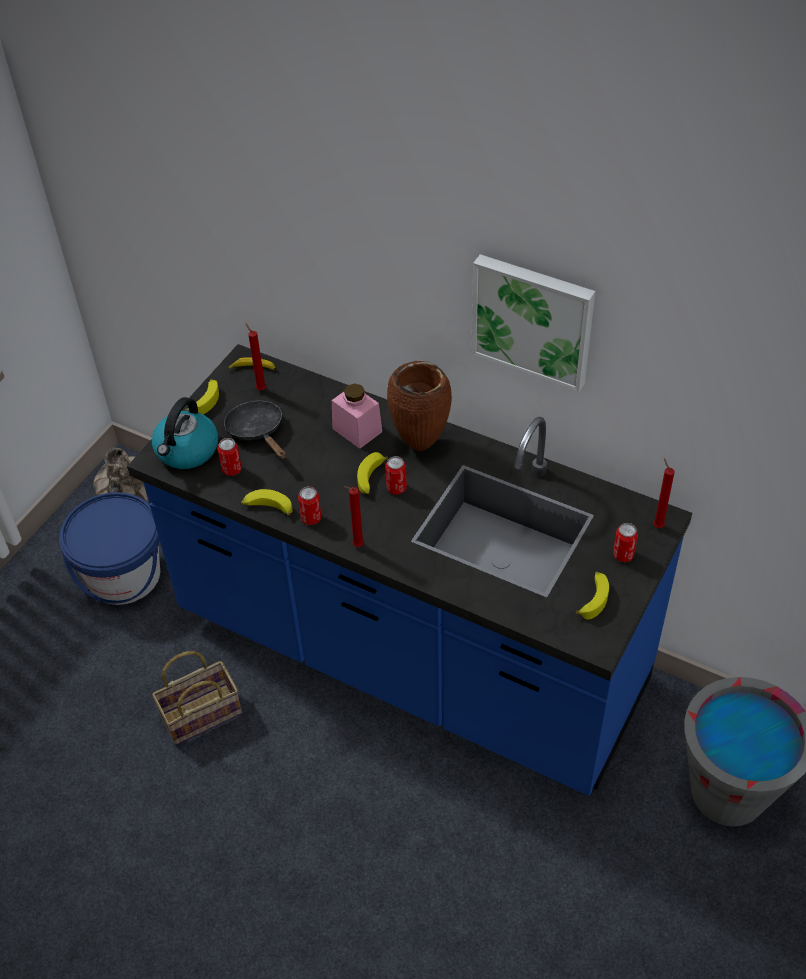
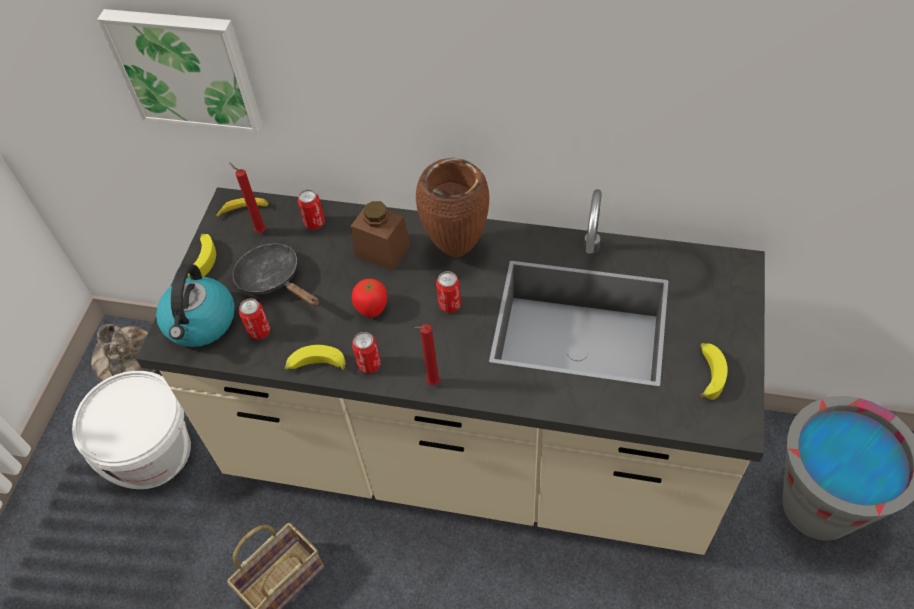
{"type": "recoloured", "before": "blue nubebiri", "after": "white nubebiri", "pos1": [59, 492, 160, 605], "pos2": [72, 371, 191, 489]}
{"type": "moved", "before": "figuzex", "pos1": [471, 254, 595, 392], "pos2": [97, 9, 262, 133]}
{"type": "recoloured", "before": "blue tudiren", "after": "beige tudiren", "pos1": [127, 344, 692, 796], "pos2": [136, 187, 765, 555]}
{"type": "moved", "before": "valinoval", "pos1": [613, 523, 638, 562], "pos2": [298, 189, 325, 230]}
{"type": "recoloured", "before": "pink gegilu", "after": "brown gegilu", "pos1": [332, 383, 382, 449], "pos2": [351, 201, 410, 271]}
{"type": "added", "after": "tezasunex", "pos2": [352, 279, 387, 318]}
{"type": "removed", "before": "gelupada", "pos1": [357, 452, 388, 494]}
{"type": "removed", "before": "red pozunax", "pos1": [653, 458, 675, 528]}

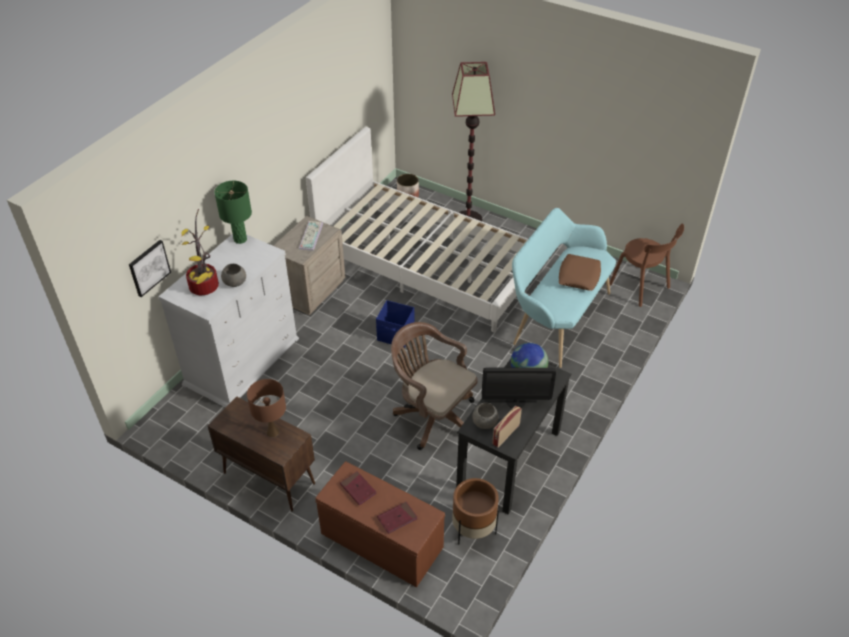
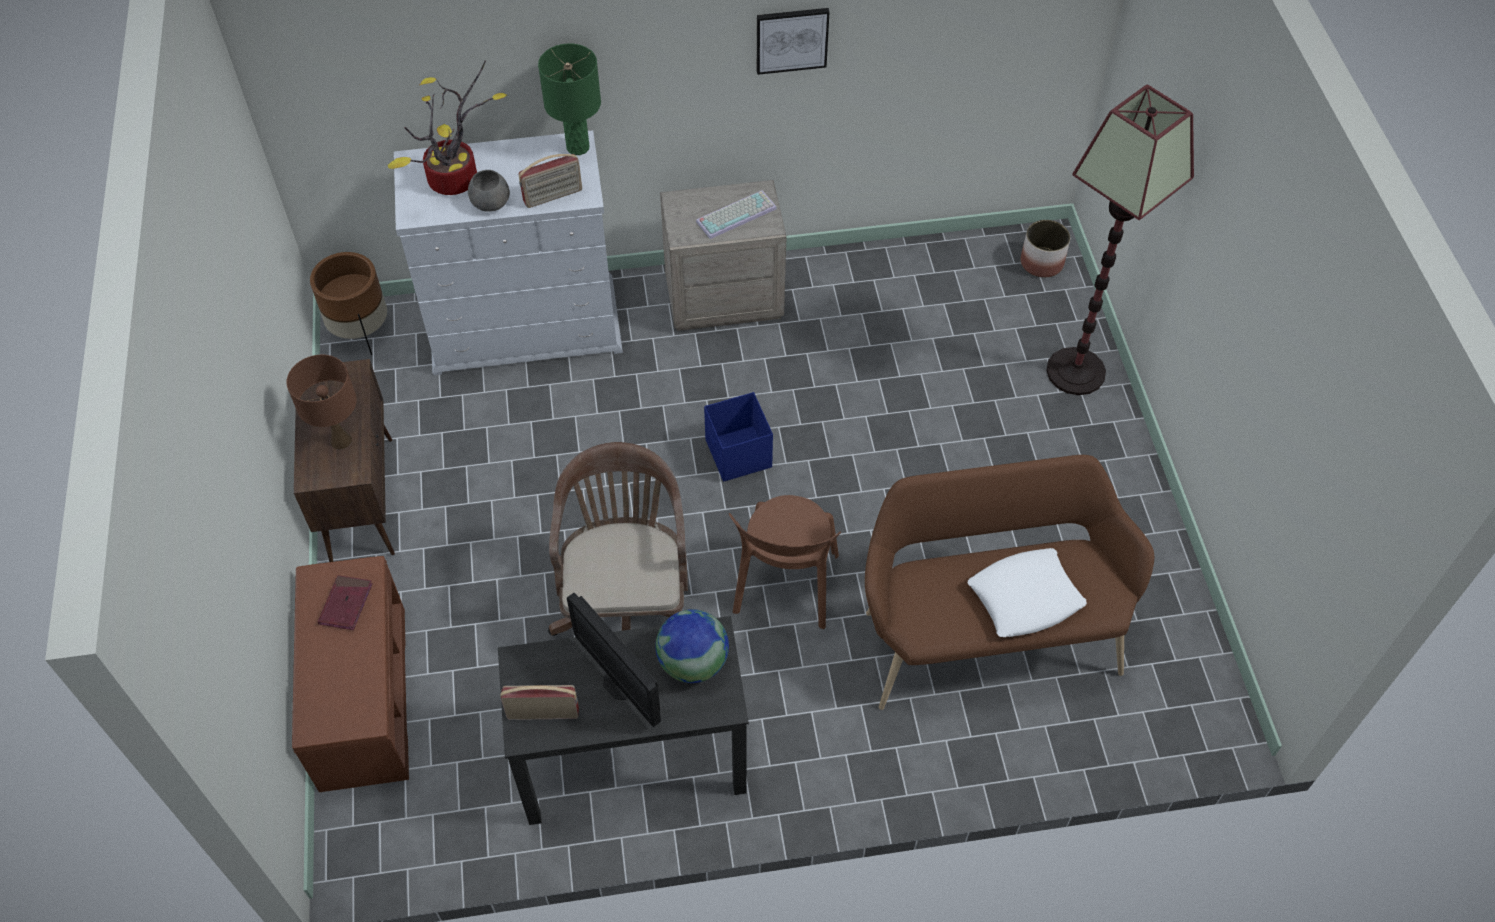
{"type": "moved", "before": "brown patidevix", "pos1": [452, 478, 499, 545], "pos2": [310, 252, 387, 355]}
{"type": "added", "after": "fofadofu", "pos2": [518, 154, 582, 208]}
{"type": "moved", "before": "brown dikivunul", "pos1": [609, 224, 684, 307], "pos2": [729, 495, 841, 629]}
{"type": "moved", "before": "figuzex", "pos1": [129, 240, 171, 297], "pos2": [757, 8, 830, 75]}
{"type": "recoloured", "before": "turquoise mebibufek", "after": "brown mebibufek", "pos1": [512, 208, 616, 368], "pos2": [865, 455, 1155, 710]}
{"type": "recoloured", "before": "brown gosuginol", "after": "white gosuginol", "pos1": [559, 254, 601, 291], "pos2": [968, 548, 1087, 637]}
{"type": "removed", "before": "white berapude", "pos1": [306, 127, 541, 332]}
{"type": "removed", "before": "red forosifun", "pos1": [377, 502, 418, 534]}
{"type": "removed", "before": "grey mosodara", "pos1": [472, 403, 498, 429]}

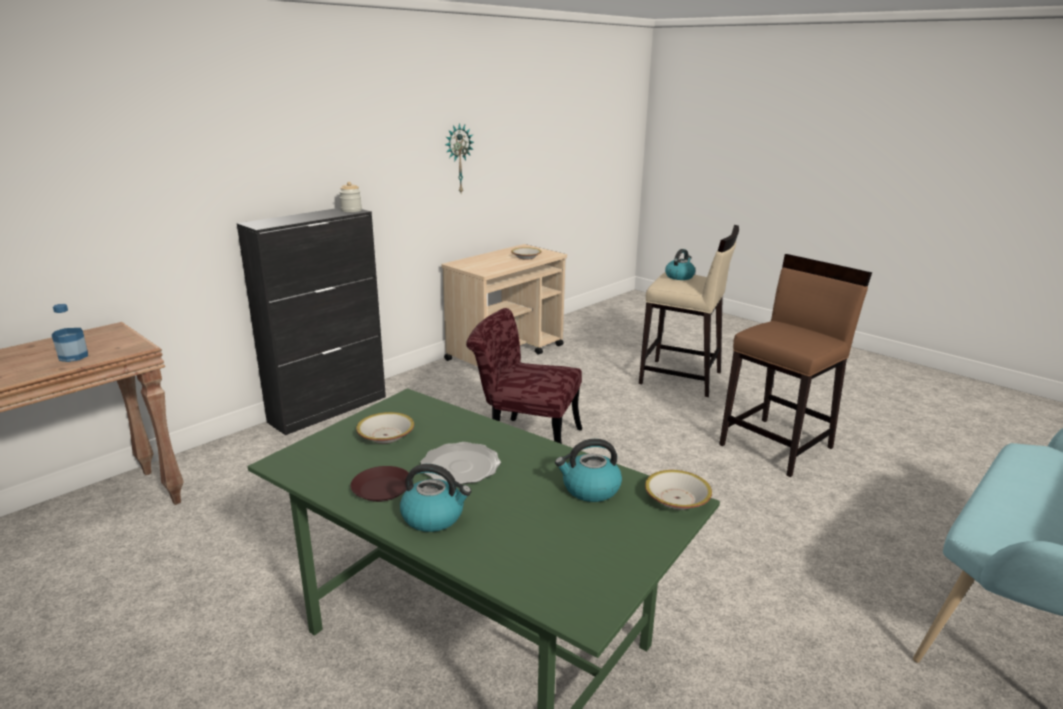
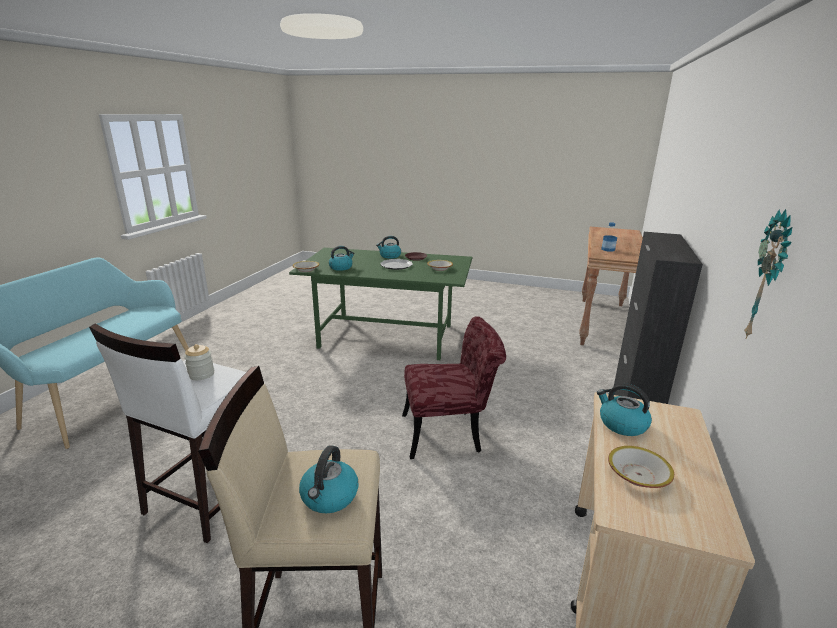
{"type": "recoloured", "before": "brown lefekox", "after": "white lefekox", "pos1": [719, 254, 872, 477], "pos2": [89, 323, 246, 543]}
{"type": "moved", "before": "gegilu", "pos1": [339, 182, 362, 212], "pos2": [184, 344, 214, 380]}
{"type": "added", "after": "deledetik", "pos2": [597, 383, 652, 436]}

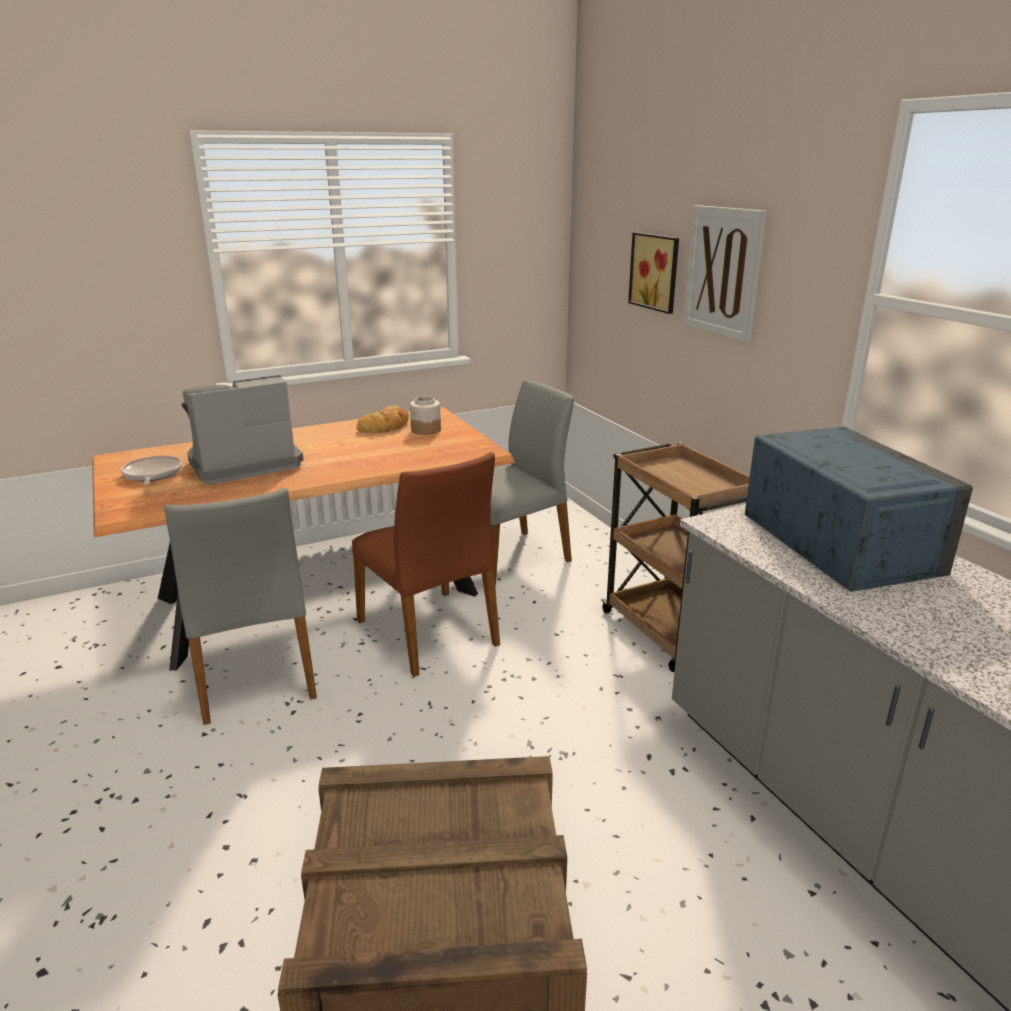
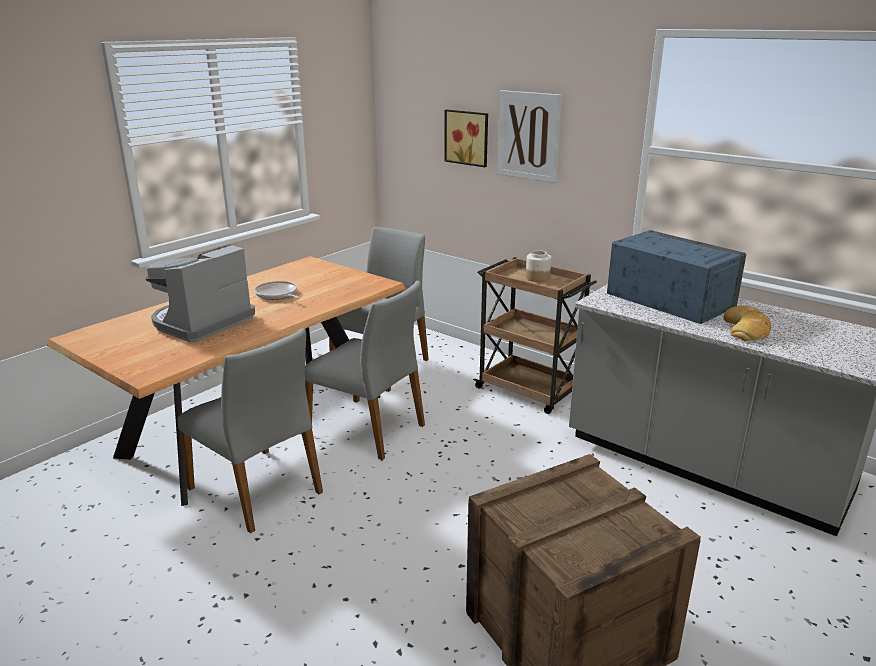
{"type": "moved", "before": "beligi", "pos1": [121, 456, 182, 485], "pos2": [254, 281, 300, 300]}
{"type": "recoloured", "before": "brown dikivunul", "after": "grey dikivunul", "pos1": [352, 452, 500, 677], "pos2": [305, 281, 425, 460]}
{"type": "moved", "before": "gegilu", "pos1": [410, 396, 441, 435], "pos2": [526, 250, 551, 282]}
{"type": "moved", "before": "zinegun", "pos1": [356, 405, 409, 433], "pos2": [724, 306, 771, 341]}

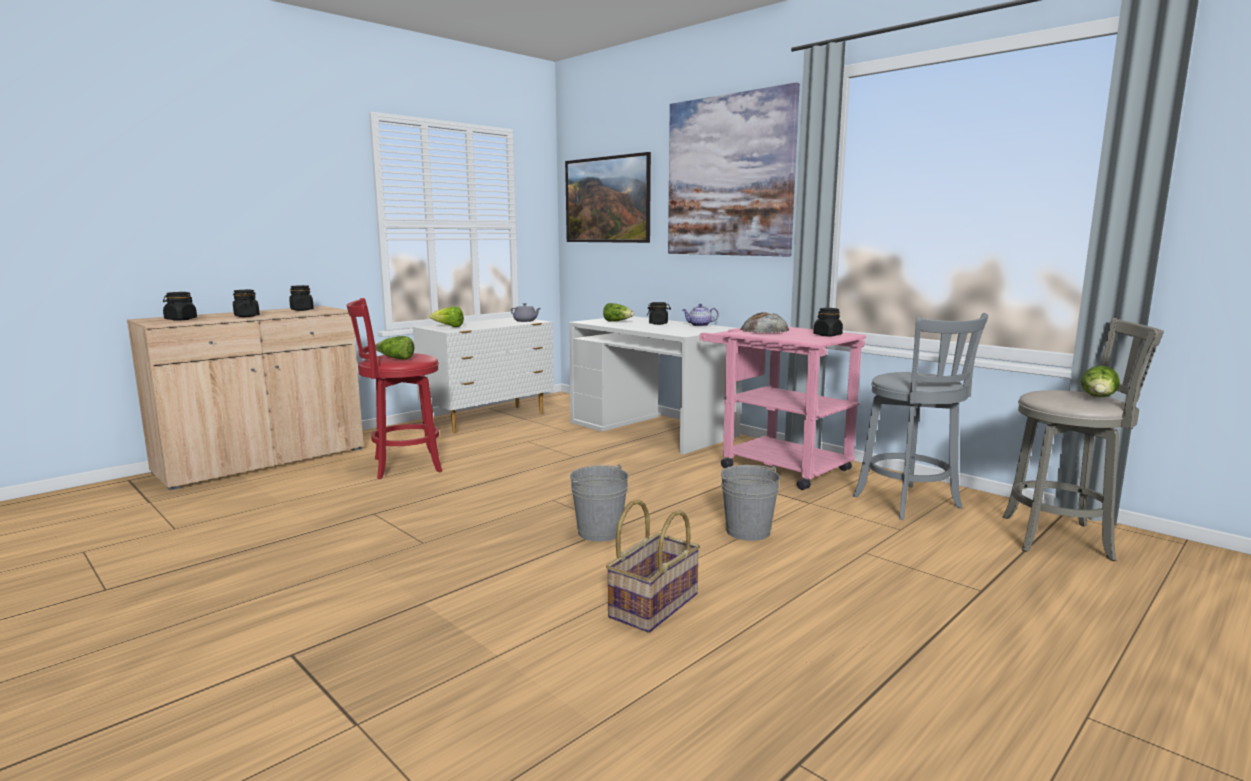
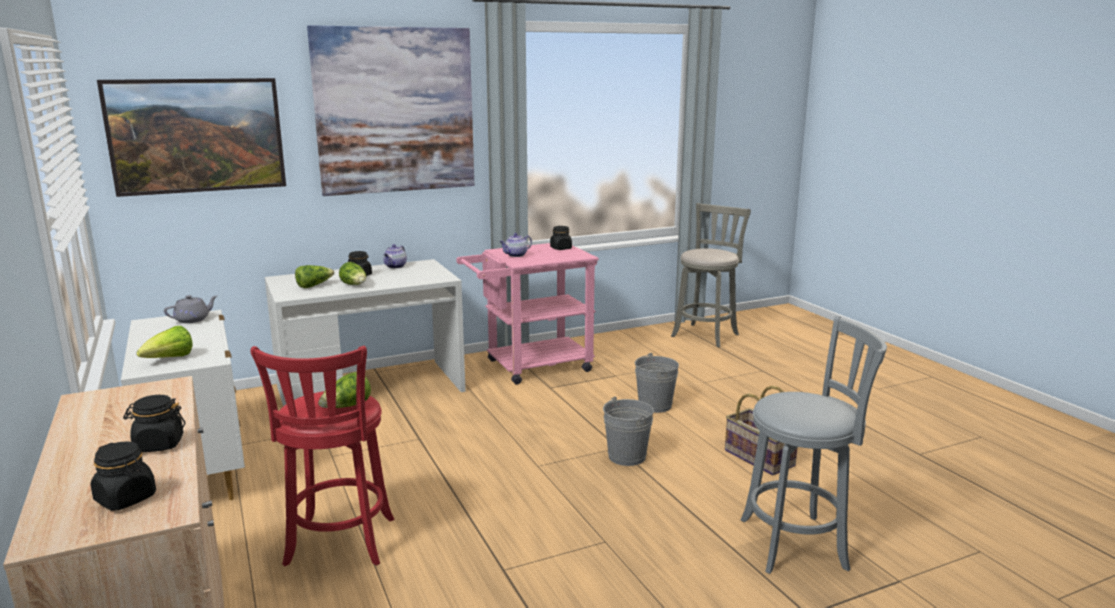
{"type": "moved", "before": "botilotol", "pos1": [1081, 366, 1120, 397], "pos2": [339, 262, 366, 285]}
{"type": "replaced", "before": "zinegun", "after": "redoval", "pos1": [740, 312, 789, 333], "pos2": [500, 233, 532, 257]}
{"type": "moved", "before": "grey lefekox", "pos1": [853, 313, 988, 520], "pos2": [740, 316, 887, 574]}
{"type": "removed", "before": "black gegilu", "pos1": [289, 285, 314, 311]}

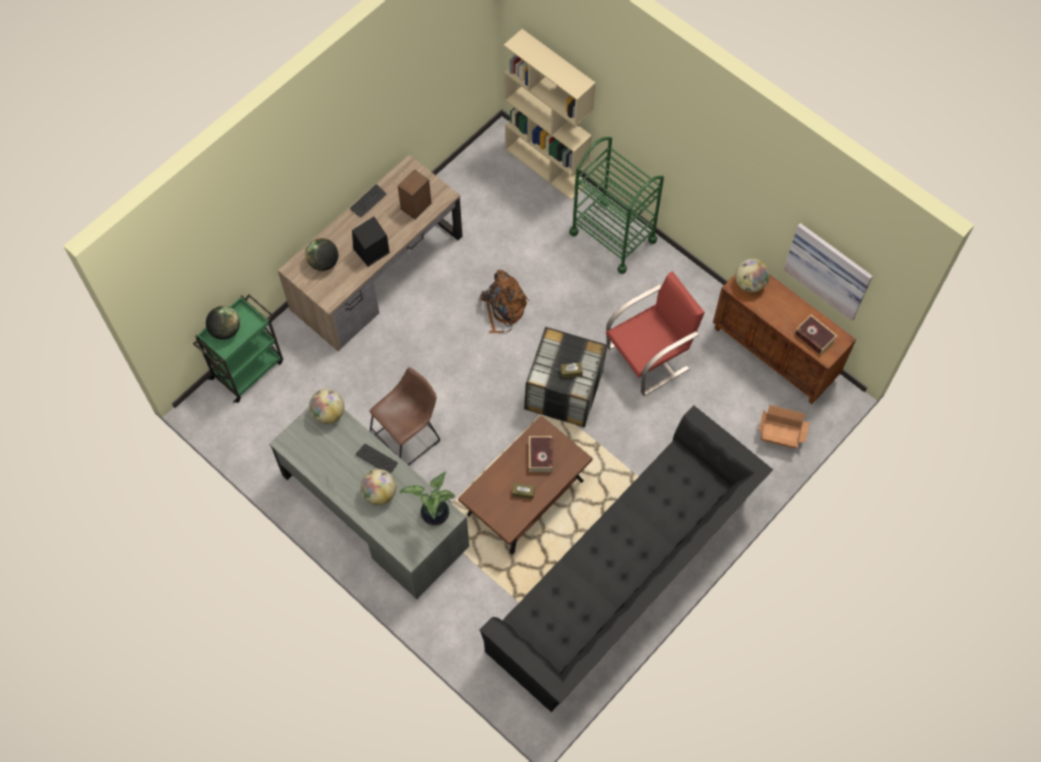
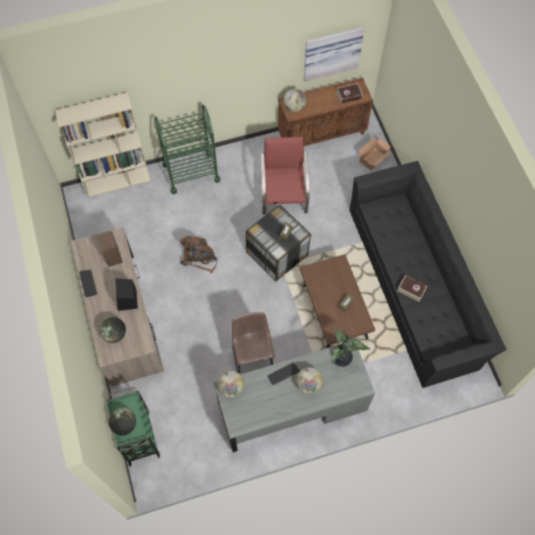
{"type": "moved", "before": "forosifun", "pos1": [529, 436, 553, 472], "pos2": [397, 275, 427, 302]}

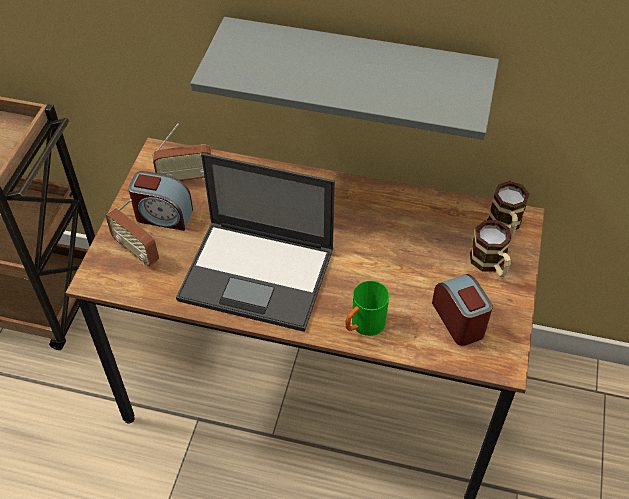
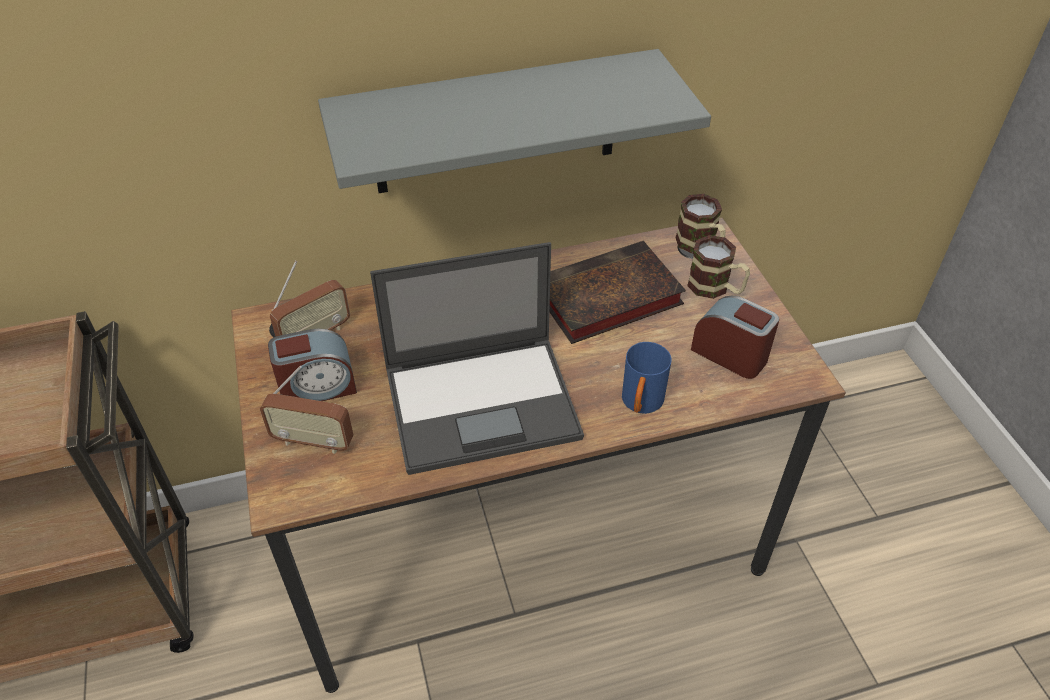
{"type": "added", "after": "forosifun", "pos2": [549, 241, 686, 344]}
{"type": "recoloured", "before": "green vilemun", "after": "blue vilemun", "pos1": [345, 281, 389, 336], "pos2": [622, 342, 672, 414]}

